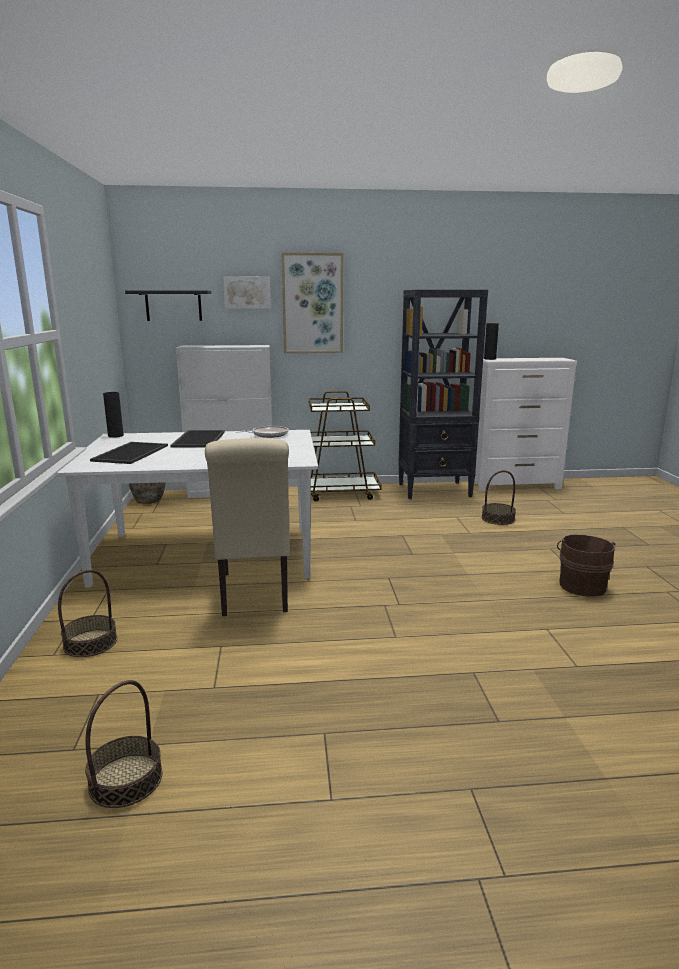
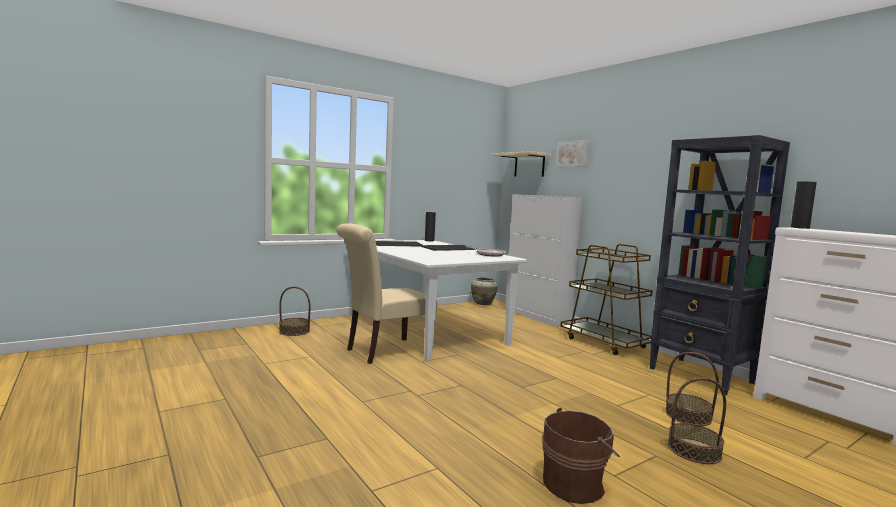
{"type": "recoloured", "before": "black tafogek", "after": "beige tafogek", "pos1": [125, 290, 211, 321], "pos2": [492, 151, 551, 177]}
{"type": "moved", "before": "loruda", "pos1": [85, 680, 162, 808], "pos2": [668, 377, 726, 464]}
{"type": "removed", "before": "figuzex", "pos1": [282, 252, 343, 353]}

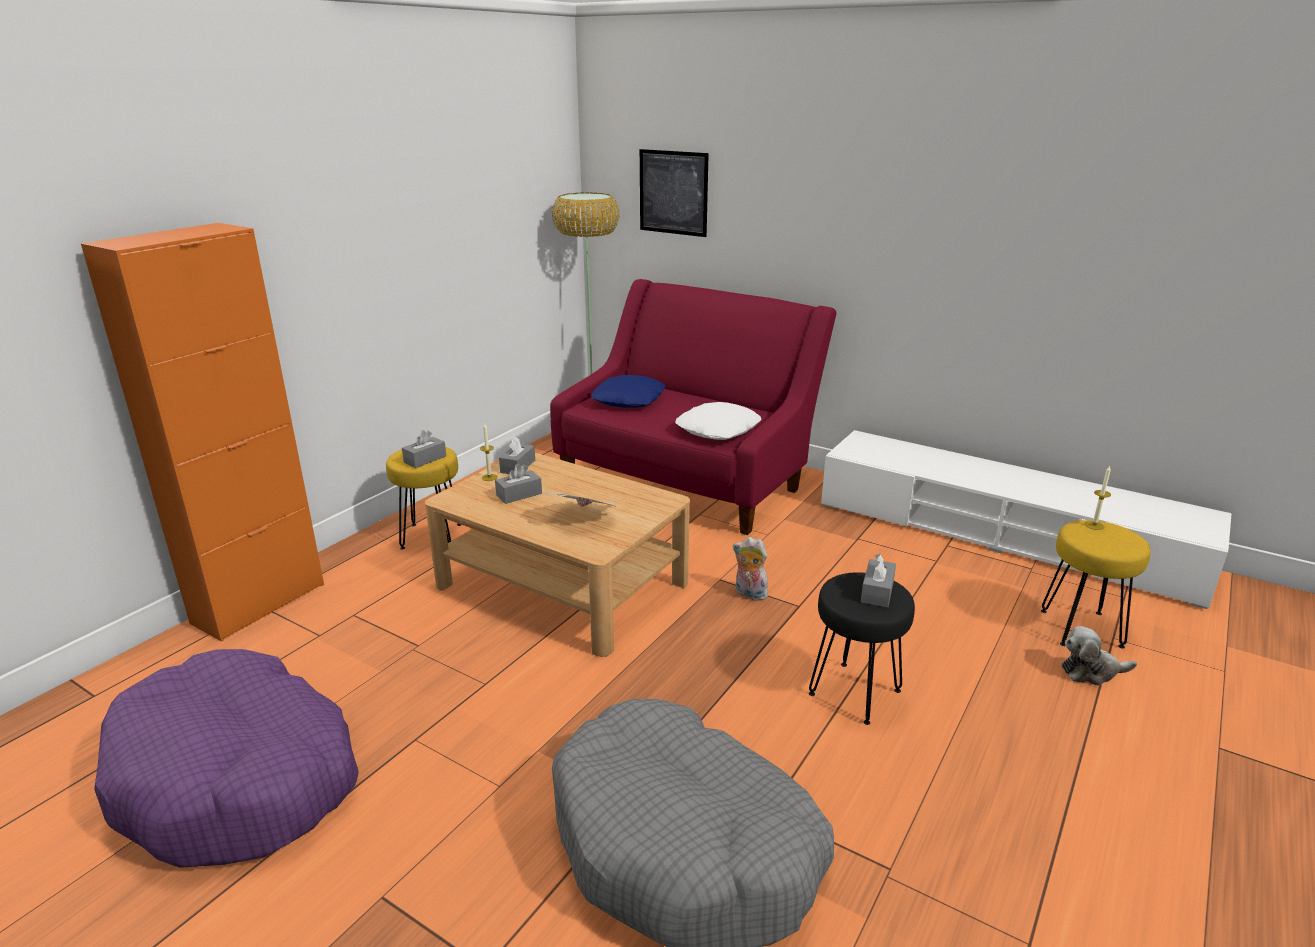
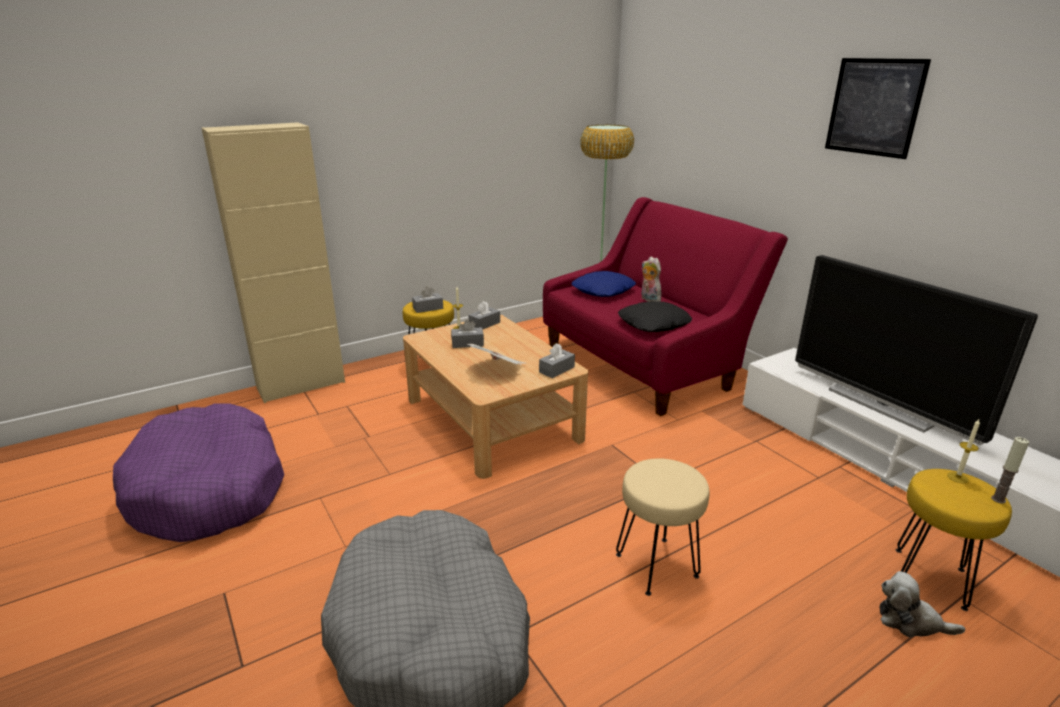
{"type": "recoloured", "before": "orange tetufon", "after": "beige tetufon", "pos1": [81, 223, 324, 642], "pos2": [202, 122, 345, 403]}
{"type": "moved", "before": "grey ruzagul", "pos1": [861, 554, 896, 607], "pos2": [539, 343, 575, 378]}
{"type": "recoloured", "before": "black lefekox", "after": "beige lefekox", "pos1": [809, 572, 915, 725], "pos2": [616, 458, 710, 596]}
{"type": "recoloured", "before": "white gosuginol", "after": "black gosuginol", "pos1": [675, 402, 761, 440], "pos2": [618, 301, 692, 332]}
{"type": "moved", "before": "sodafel", "pos1": [733, 537, 771, 601], "pos2": [641, 256, 661, 302]}
{"type": "added", "after": "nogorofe", "pos2": [795, 255, 1038, 445]}
{"type": "moved", "before": "figuzex", "pos1": [640, 149, 709, 237], "pos2": [825, 58, 931, 159]}
{"type": "added", "after": "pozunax", "pos2": [991, 437, 1029, 504]}

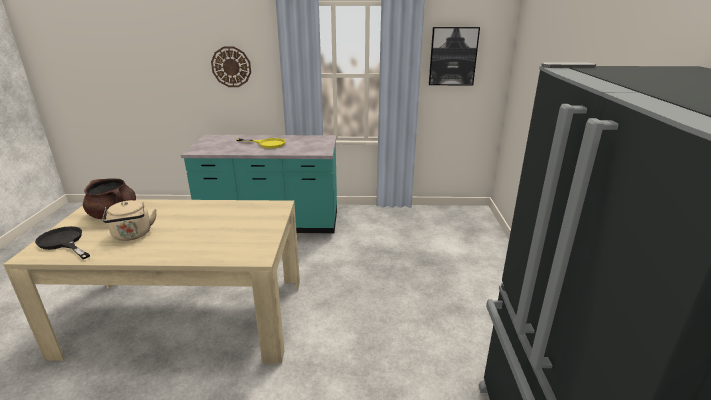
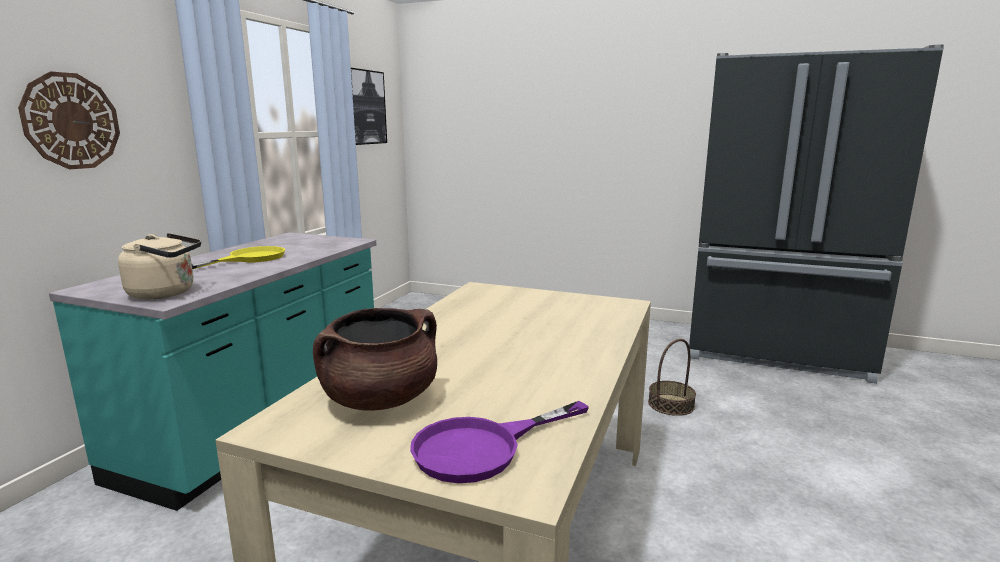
{"type": "moved", "before": "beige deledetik", "pos1": [102, 200, 157, 241], "pos2": [118, 233, 201, 299]}
{"type": "recoloured", "before": "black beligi", "after": "purple beligi", "pos1": [35, 226, 90, 259], "pos2": [410, 401, 589, 483]}
{"type": "added", "after": "loruda", "pos2": [648, 339, 696, 416]}

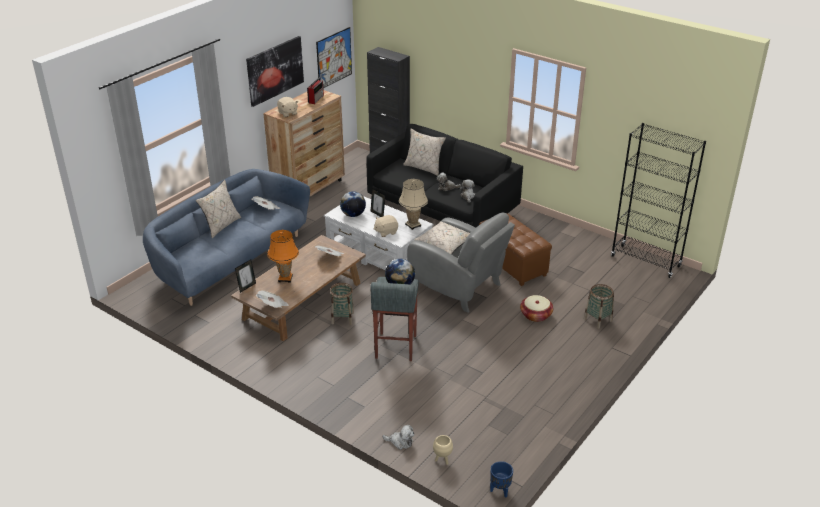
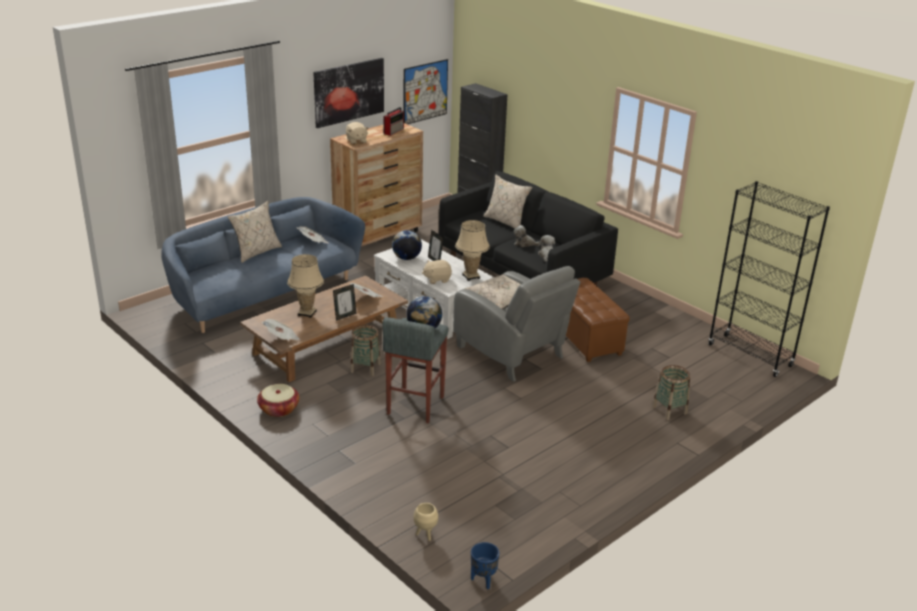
{"type": "moved", "before": "loruda", "pos1": [520, 295, 553, 322], "pos2": [257, 384, 299, 417]}
{"type": "recoloured", "before": "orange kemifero", "after": "beige kemifero", "pos1": [267, 230, 299, 283], "pos2": [287, 254, 324, 318]}
{"type": "moved", "before": "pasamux", "pos1": [235, 259, 256, 293], "pos2": [333, 284, 356, 321]}
{"type": "removed", "before": "sodafel", "pos1": [382, 425, 414, 450]}

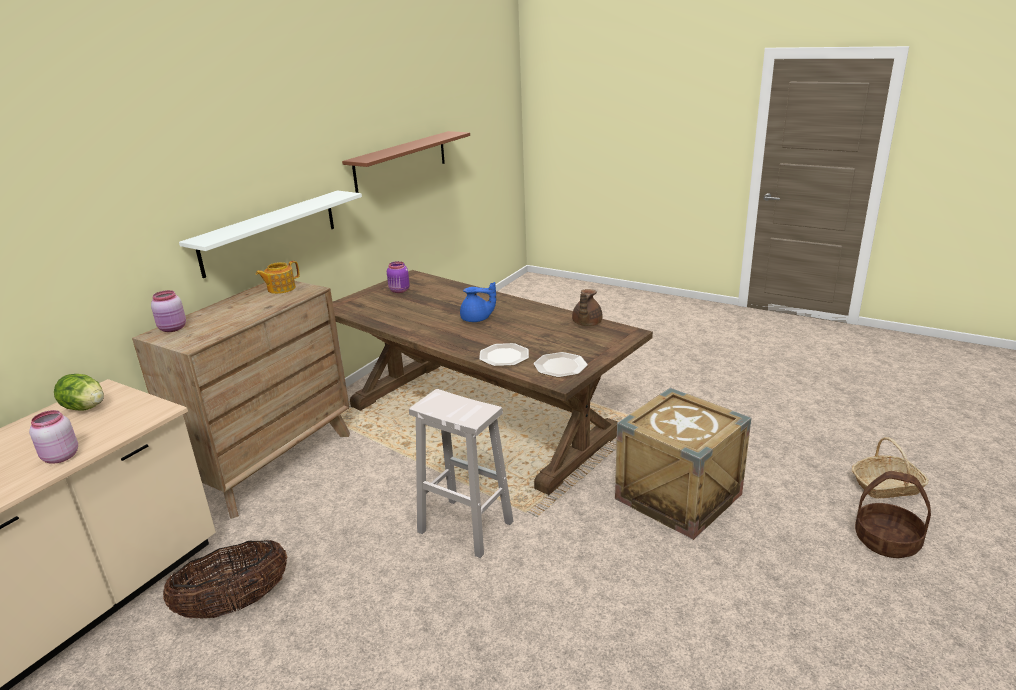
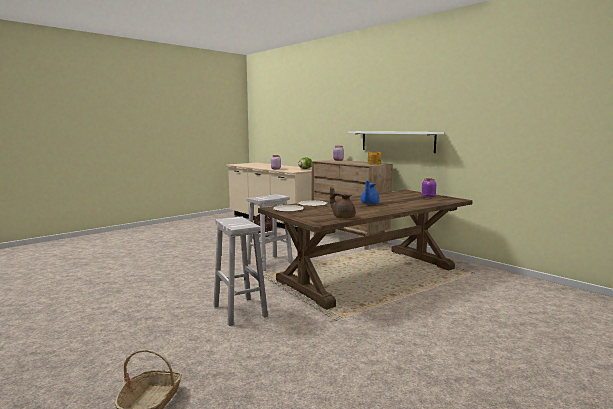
{"type": "replaced", "before": "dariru", "after": "white lefekox", "pos1": [615, 388, 752, 540], "pos2": [213, 217, 268, 326]}
{"type": "removed", "before": "brown tafogek", "pos1": [342, 131, 470, 193]}
{"type": "removed", "before": "loruda", "pos1": [855, 471, 931, 558]}

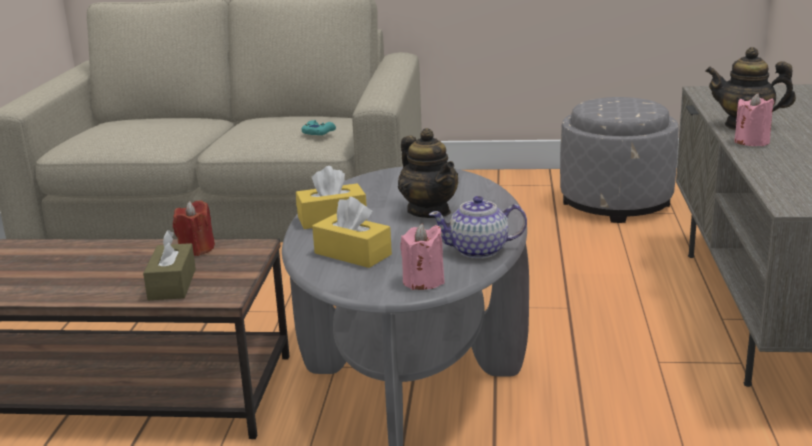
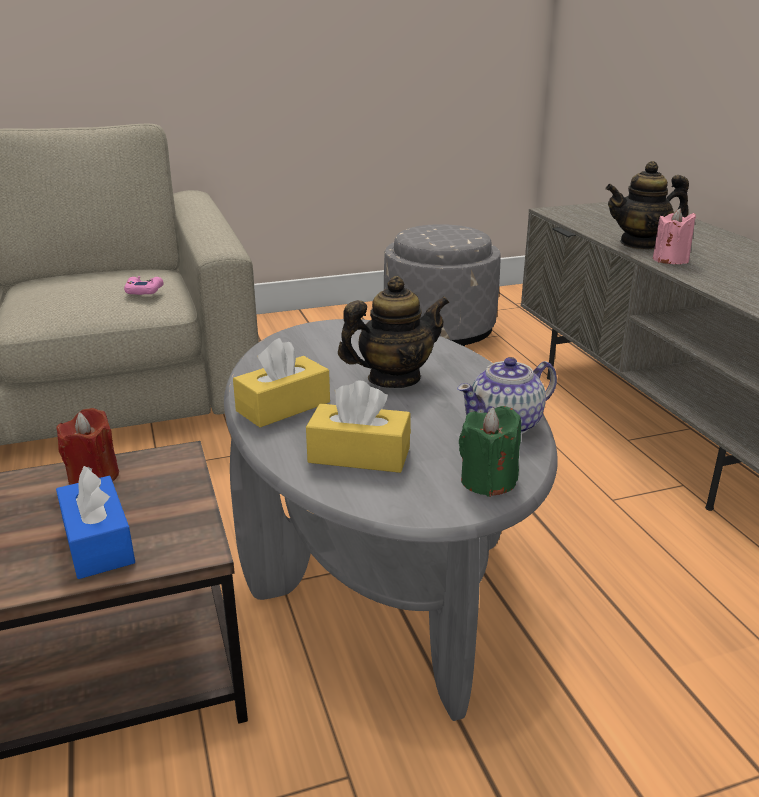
{"type": "recoloured", "before": "brown ruzagul", "after": "blue ruzagul", "pos1": [143, 230, 196, 300], "pos2": [56, 466, 135, 579]}
{"type": "recoloured", "before": "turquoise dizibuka", "after": "pink dizibuka", "pos1": [302, 120, 336, 135], "pos2": [124, 276, 164, 295]}
{"type": "turned", "before": "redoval", "pos1": [398, 128, 458, 218], "pos2": [338, 276, 449, 388], "turn": -60}
{"type": "recoloured", "before": "pink pozunax", "after": "green pozunax", "pos1": [400, 224, 445, 290], "pos2": [459, 406, 521, 497]}

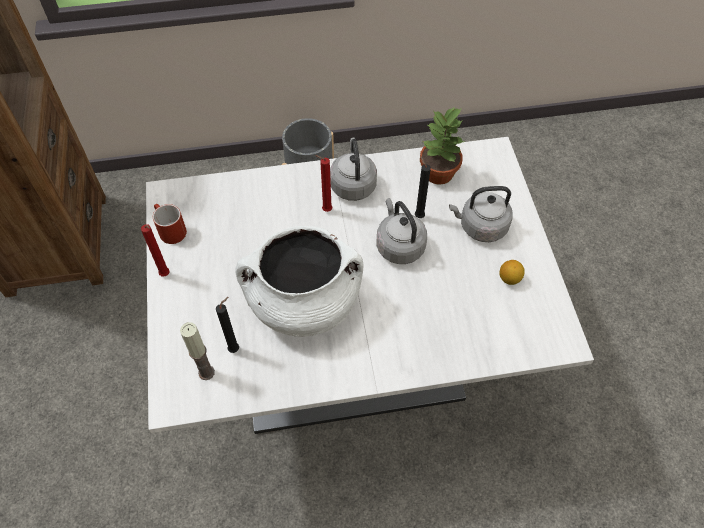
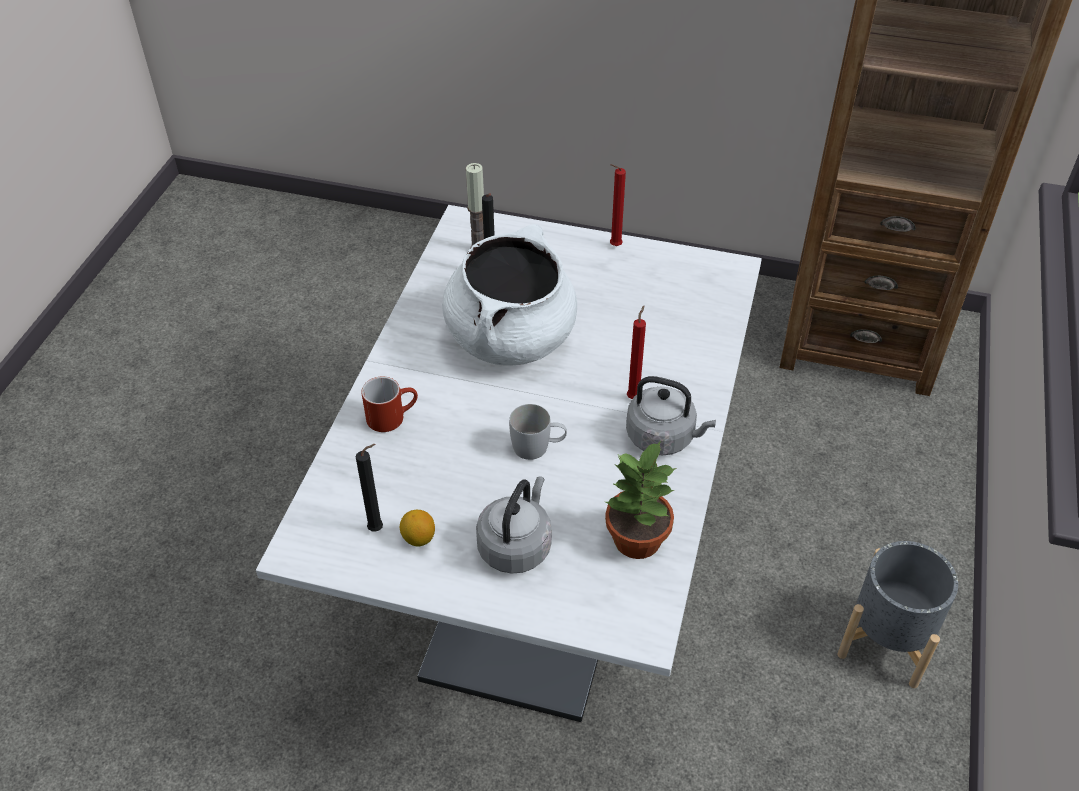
{"type": "moved", "before": "black pozunax", "pos1": [415, 156, 431, 218], "pos2": [356, 444, 383, 532]}
{"type": "moved", "before": "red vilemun", "pos1": [153, 204, 187, 244], "pos2": [361, 377, 418, 432]}
{"type": "replaced", "before": "grey deledetik", "after": "white vilemun", "pos1": [377, 198, 427, 264], "pos2": [509, 404, 567, 460]}

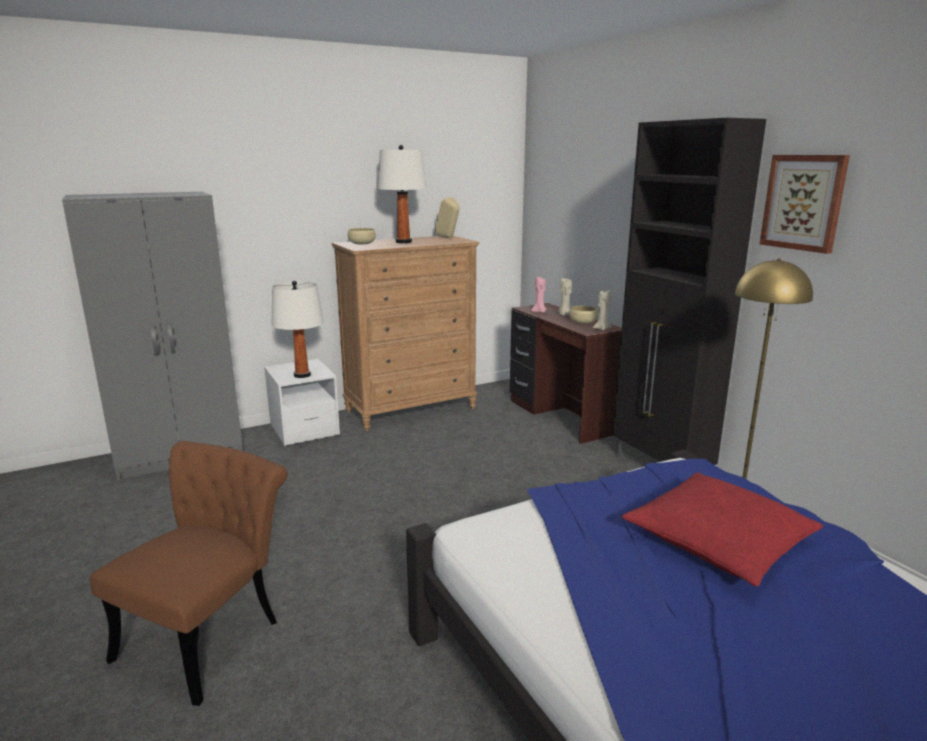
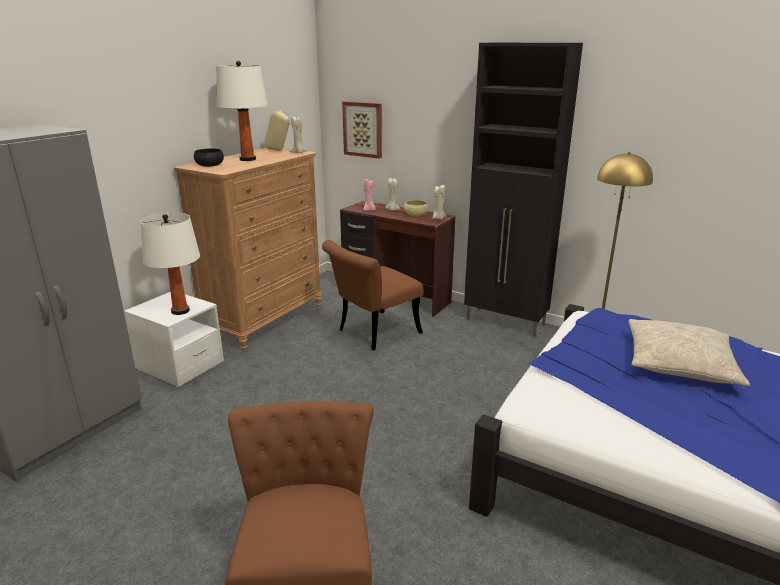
{"type": "recoloured", "before": "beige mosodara", "after": "black mosodara", "pos1": [348, 228, 376, 244], "pos2": [194, 148, 224, 167]}
{"type": "added", "after": "beige pozunax", "pos2": [290, 116, 307, 153]}
{"type": "added", "after": "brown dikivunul", "pos2": [322, 240, 423, 350]}
{"type": "moved", "before": "figuzex", "pos1": [760, 155, 850, 254], "pos2": [342, 101, 382, 159]}
{"type": "recoloured", "before": "red gosuginol", "after": "beige gosuginol", "pos1": [622, 473, 823, 587], "pos2": [628, 319, 750, 386]}

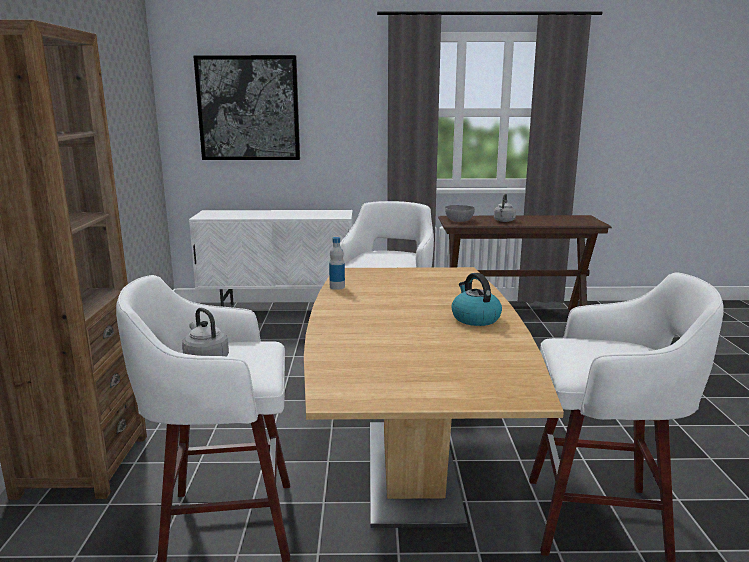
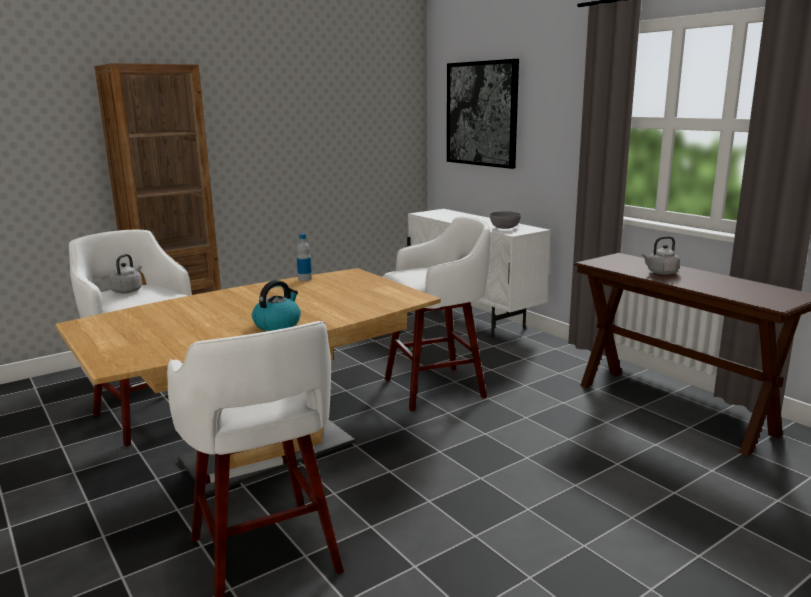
{"type": "moved", "before": "grey mosodara", "pos1": [445, 205, 475, 222], "pos2": [490, 211, 521, 229]}

